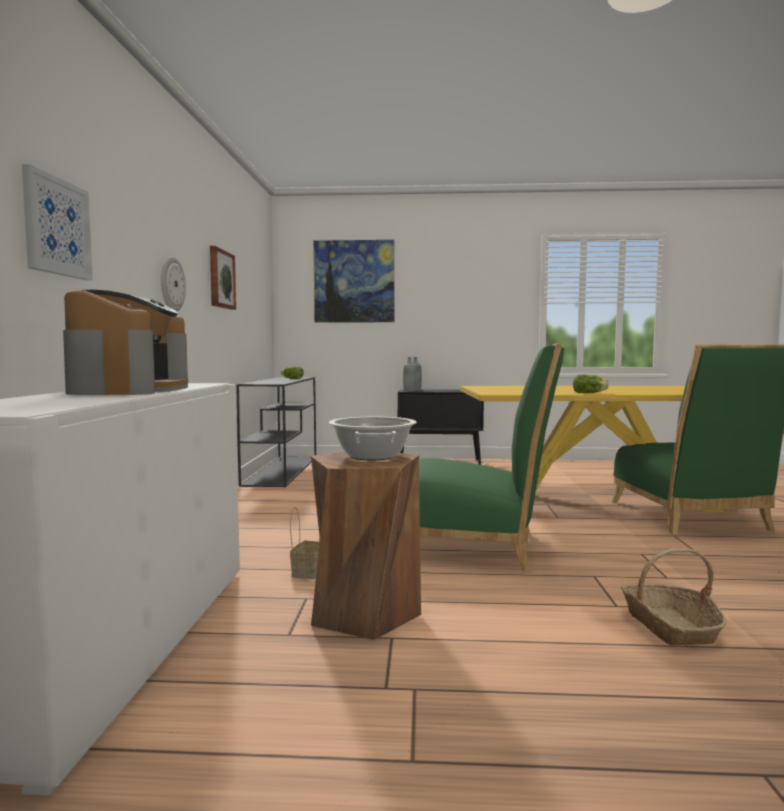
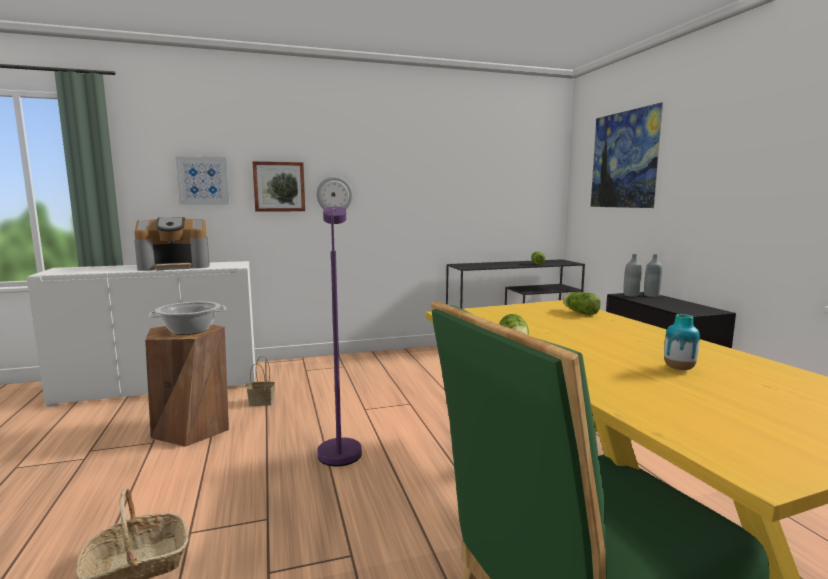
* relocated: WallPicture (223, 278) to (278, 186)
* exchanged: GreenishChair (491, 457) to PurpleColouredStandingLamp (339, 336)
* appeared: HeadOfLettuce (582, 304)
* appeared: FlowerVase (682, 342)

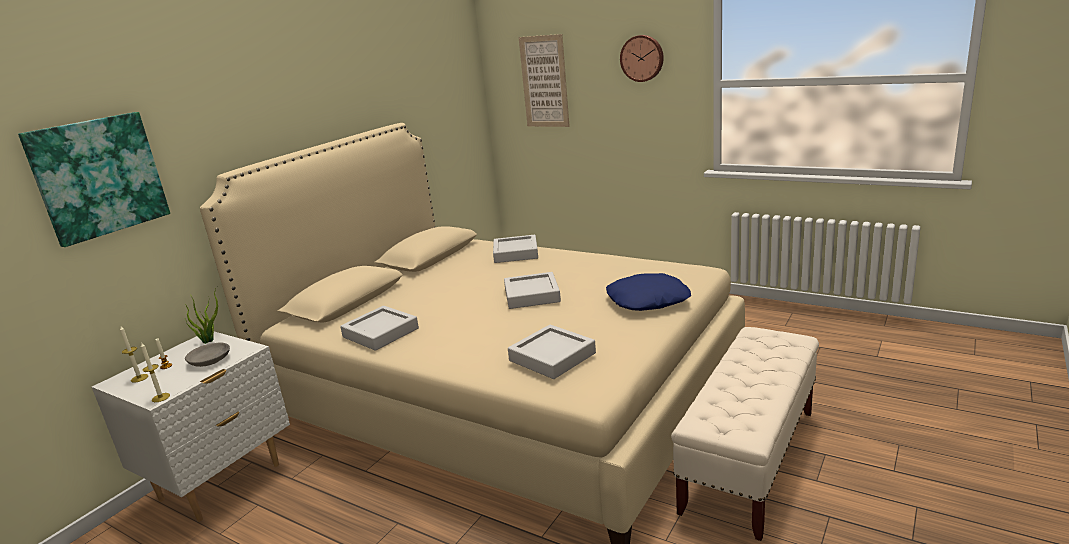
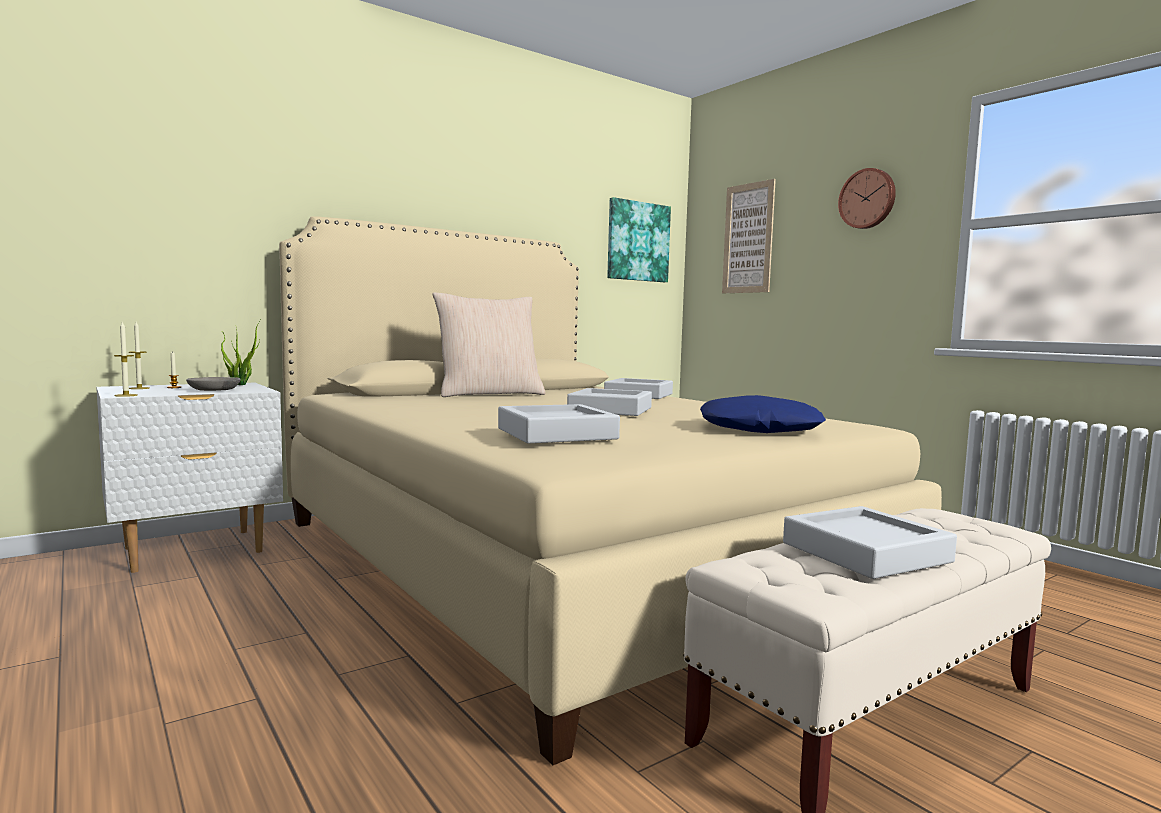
* appeared: BeigeColouredThrowPillow (488, 345)
* relocated: WallPicture (94, 179) to (639, 239)
* relocated: GreyServingTray (379, 328) to (870, 542)

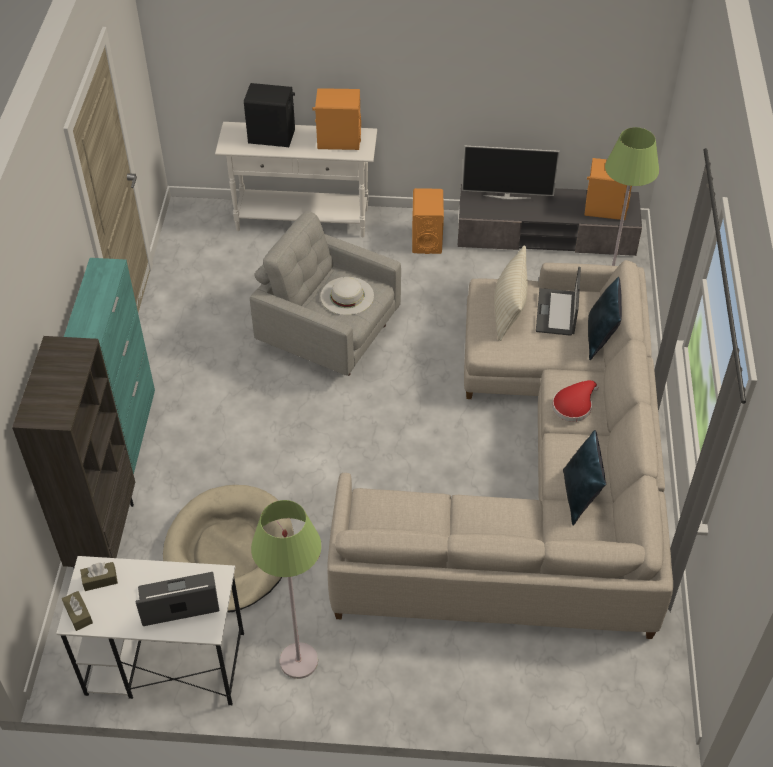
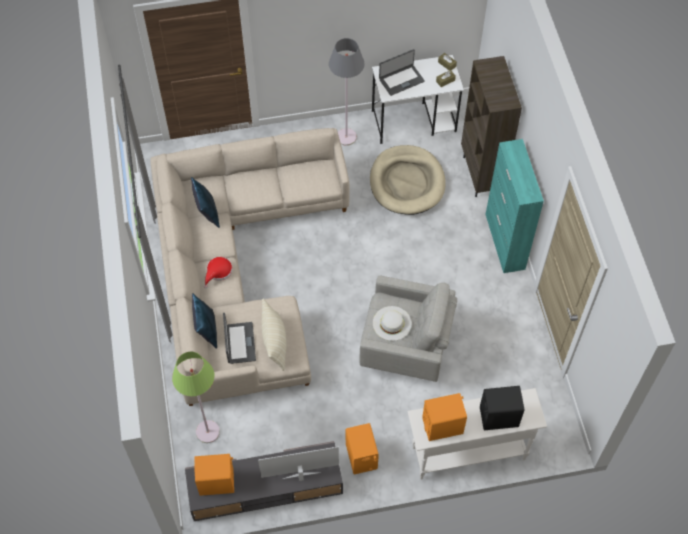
* colour: GreenishStandingLamp (286, 589) to GreyStandingLamp (347, 92)

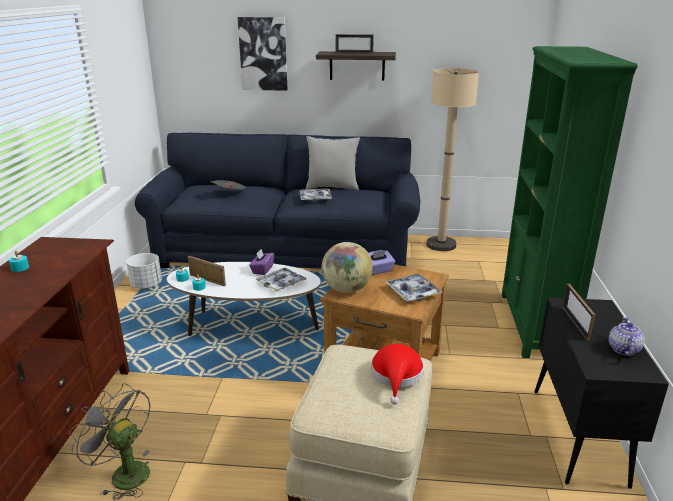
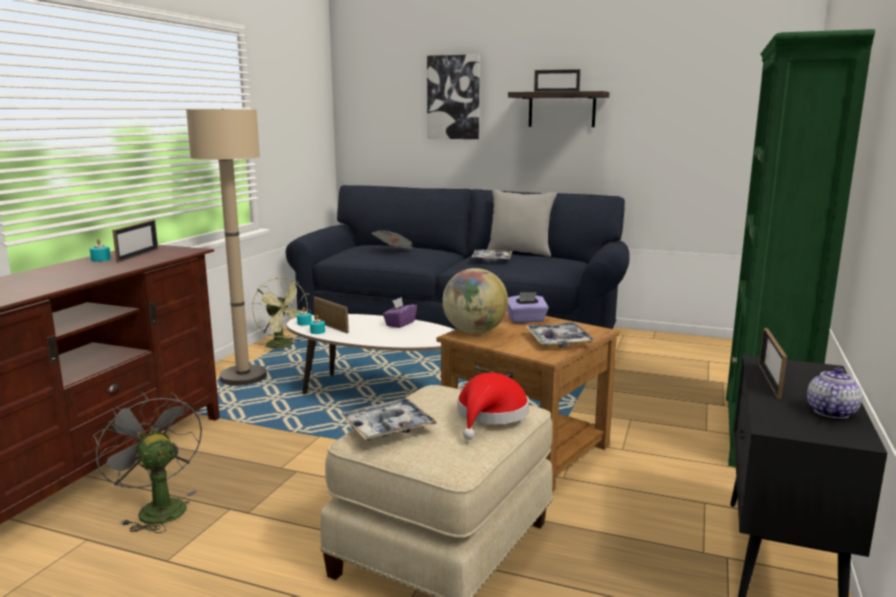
* appeared: PictureFrame (135, 241)
* relocated: BeigeColouredStandingLamp (452, 159) to (226, 247)
* exchanged: WhiteColouredFlowerPot (144, 271) to GreenishFan (282, 314)
* relocated: ServingTray (281, 279) to (389, 419)

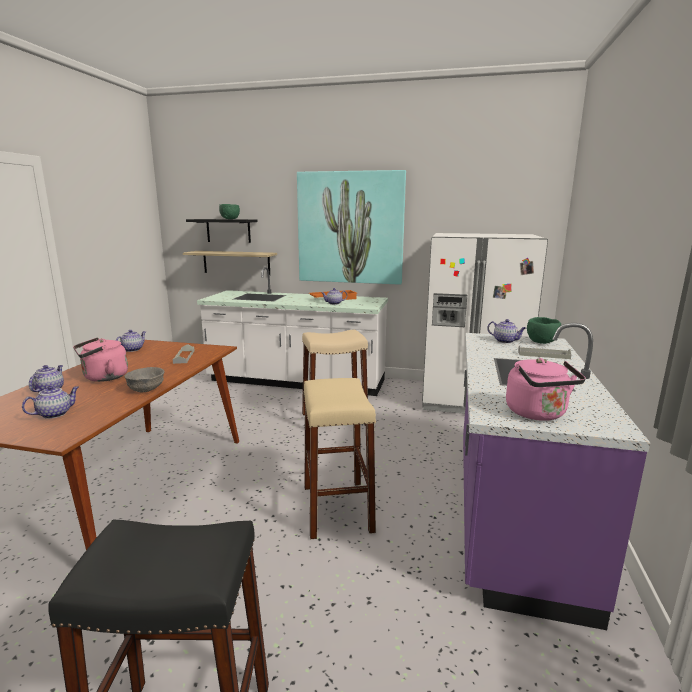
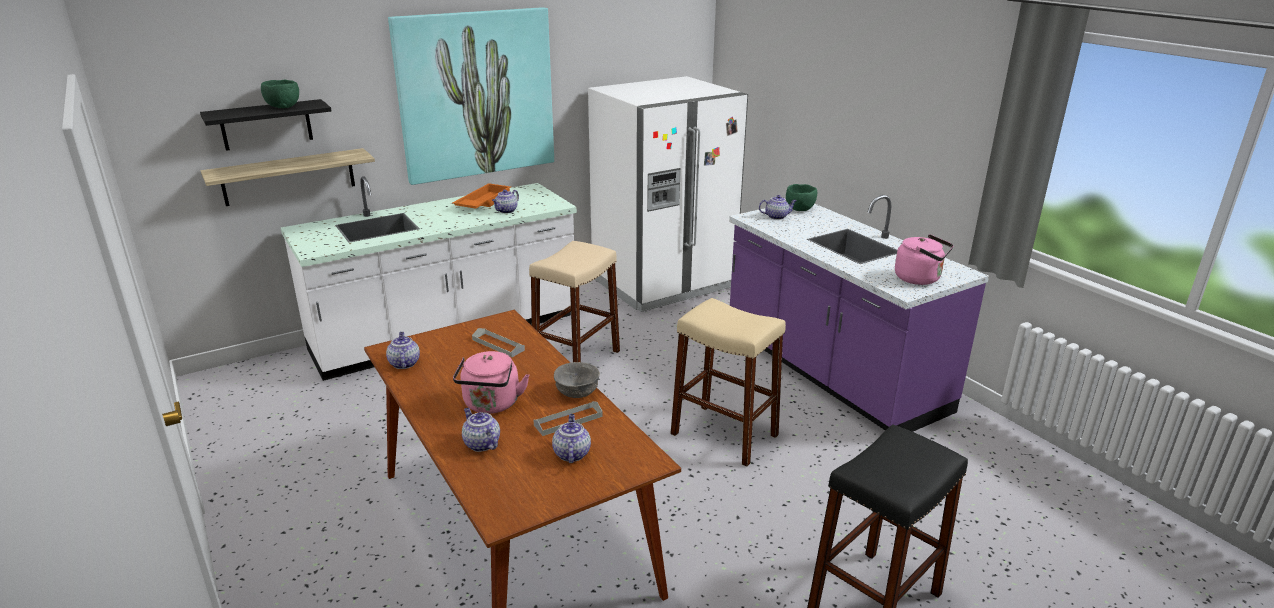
* relocated: GreyServingTray (545, 352) to (568, 418)

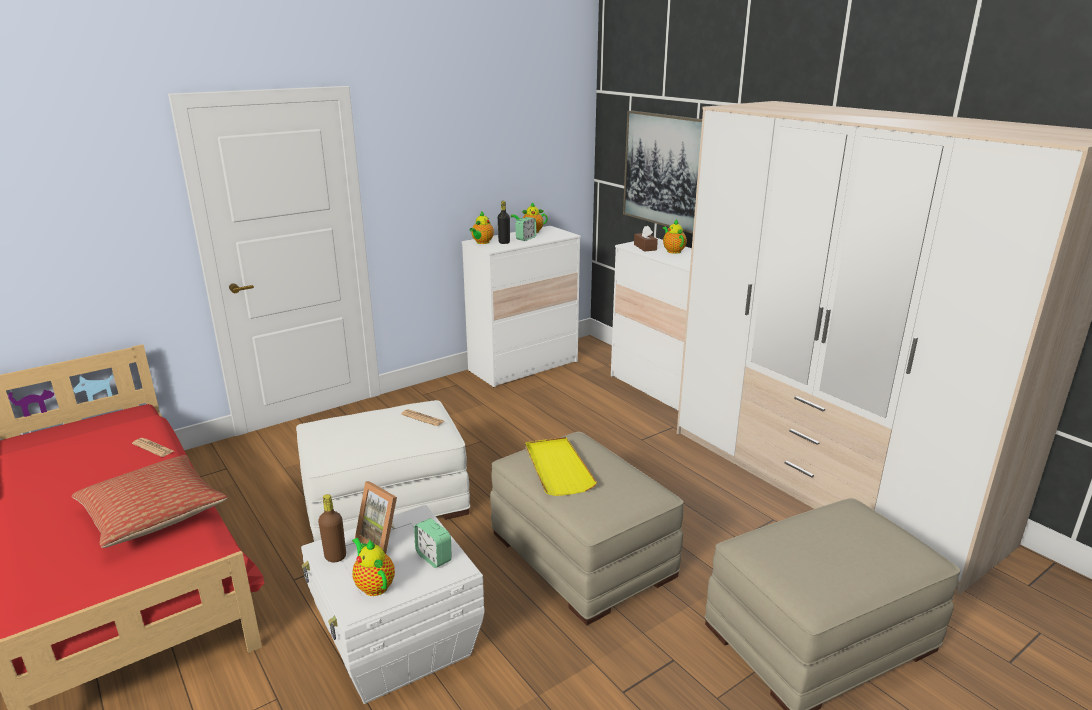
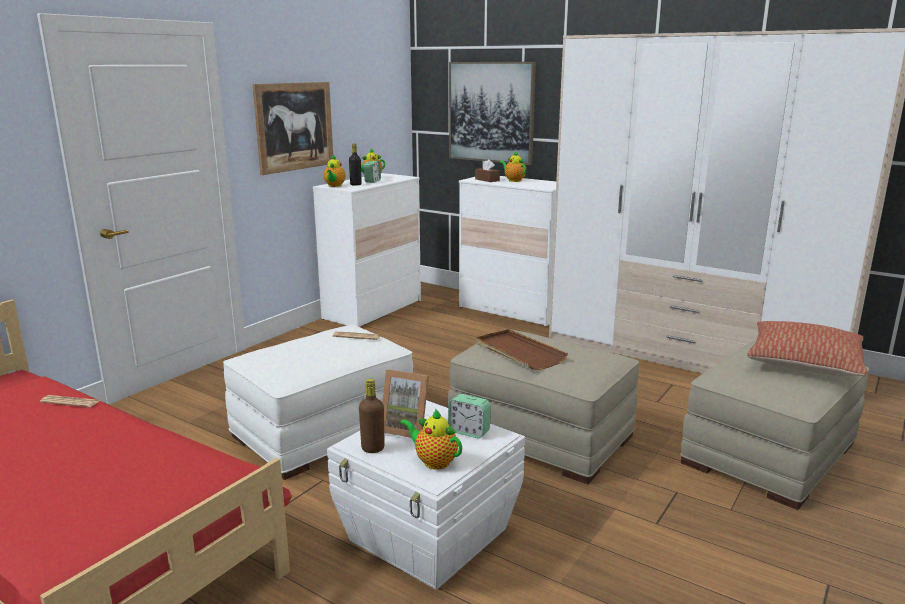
* appeared: WallPicture (292, 128)
* colour: YellowishServingTray (561, 466) to BrownColouredServingTray (522, 349)
* relocated: ThrowPillow (150, 501) to (807, 348)

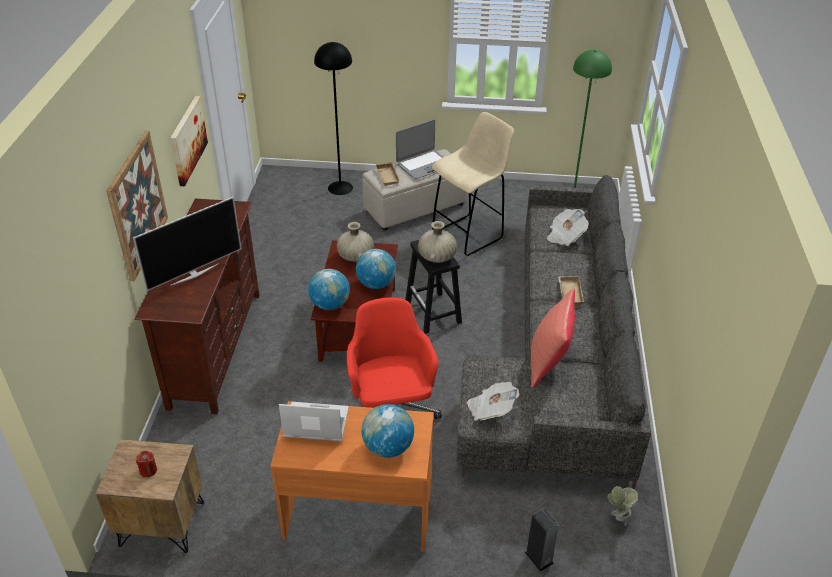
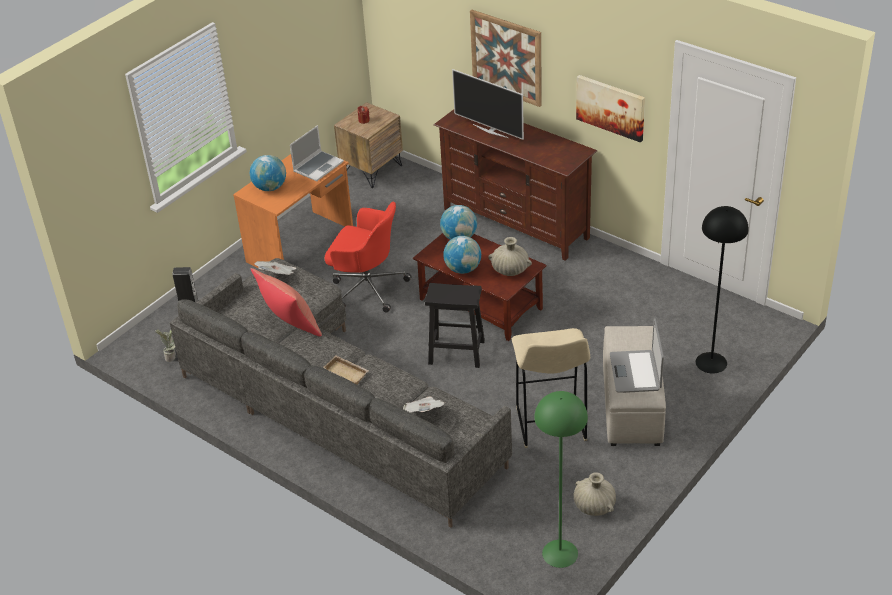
* spun: Tv (187, 244) = (488, 104) 45 degrees counterclockwise
* relocated: BeigeColouredFlowerVase (437, 242) to (595, 494)
* missing: BeigeColouredServingTray (388, 174)

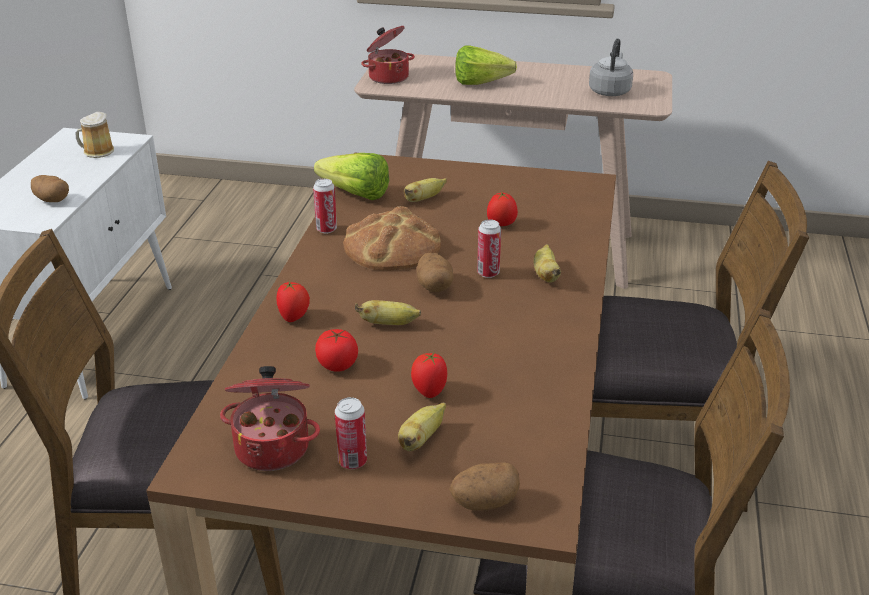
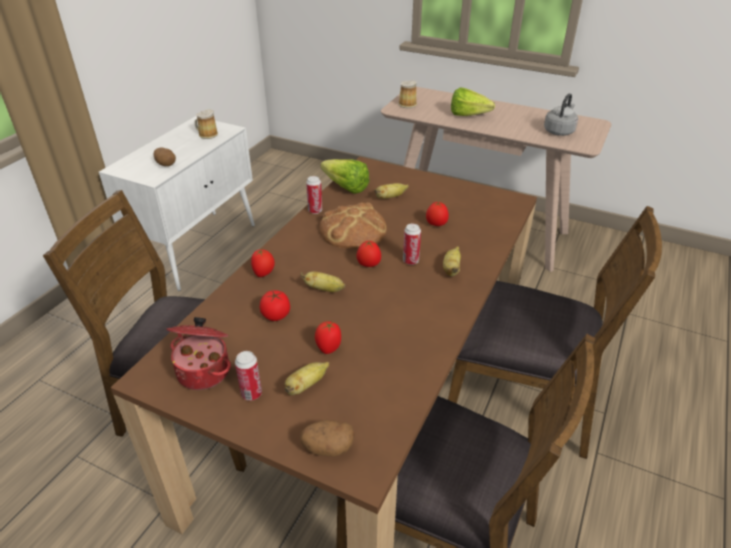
* exchanged: Potato (435, 272) to Tomato (369, 254)
* exchanged: CookingPot (388, 55) to CoffeeMug (407, 94)

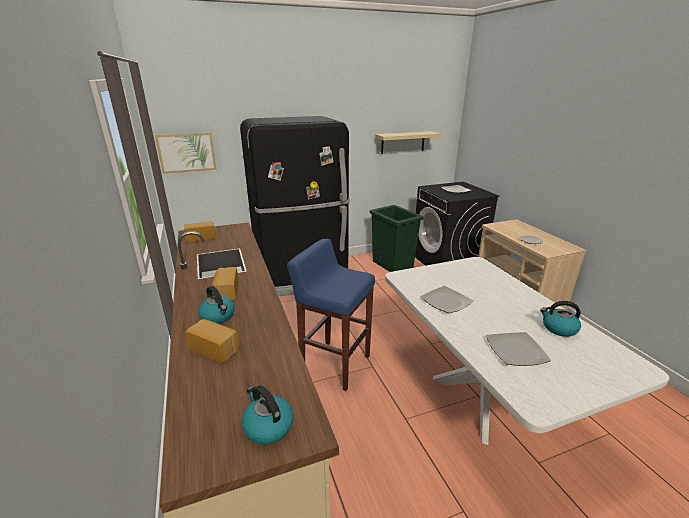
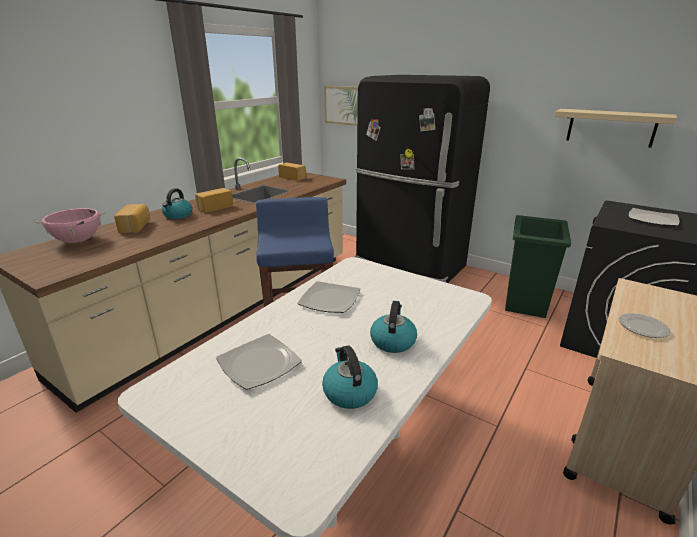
* appeared: PinkColouredCookingPot (70, 225)
* relocated: Kettle (267, 415) to (393, 327)

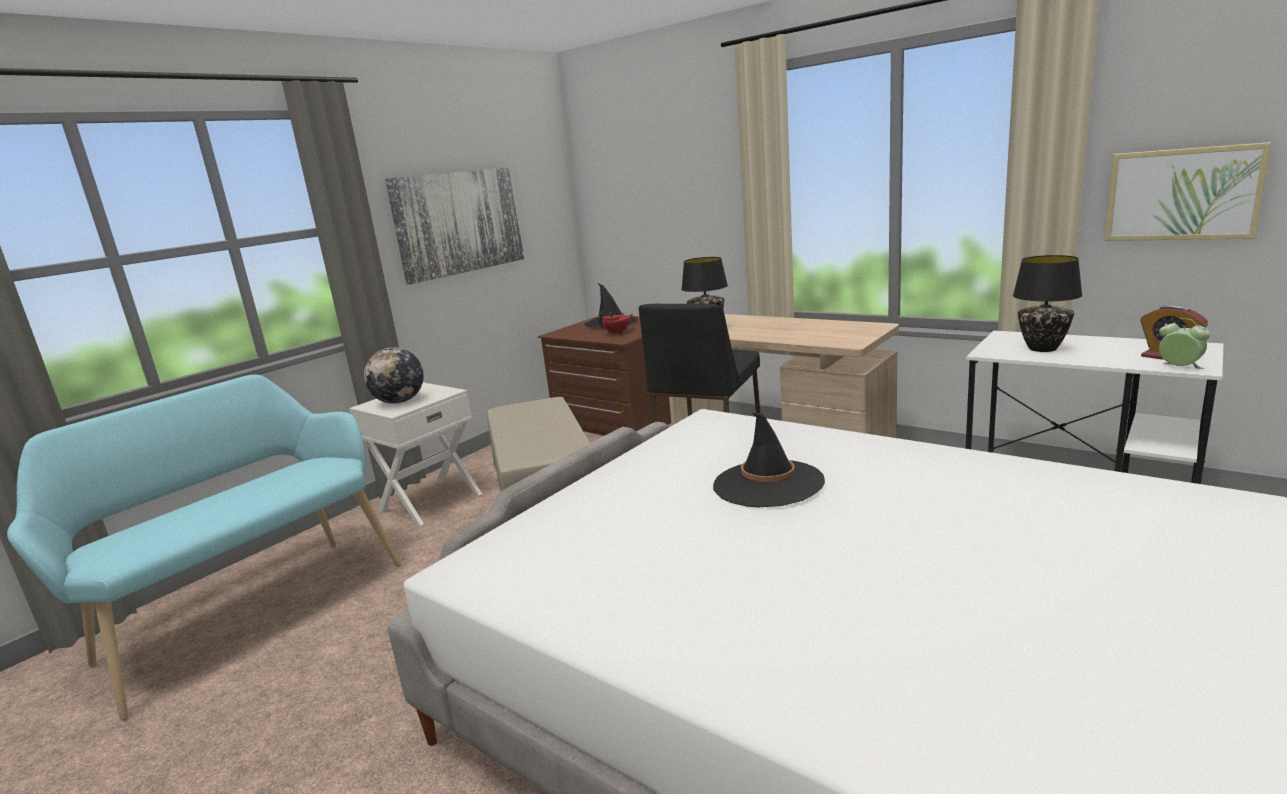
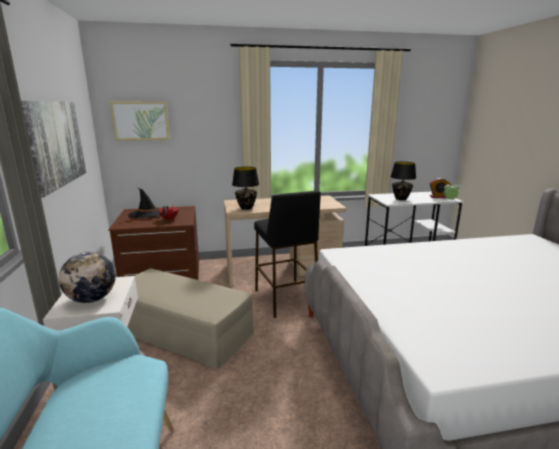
* relocated: WallPicture (1188, 191) to (140, 121)
* missing: BlackClothingHat (769, 460)

